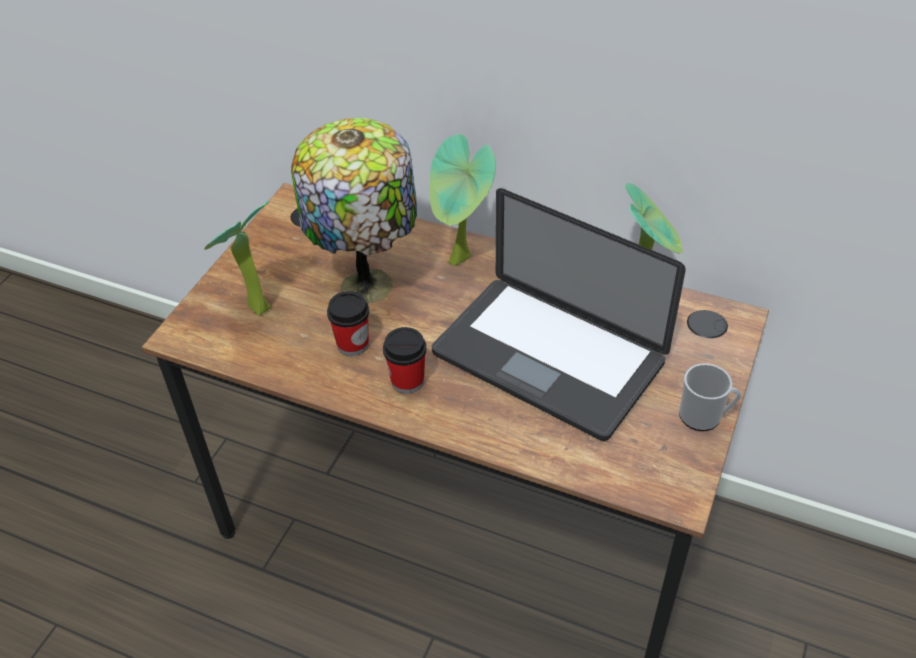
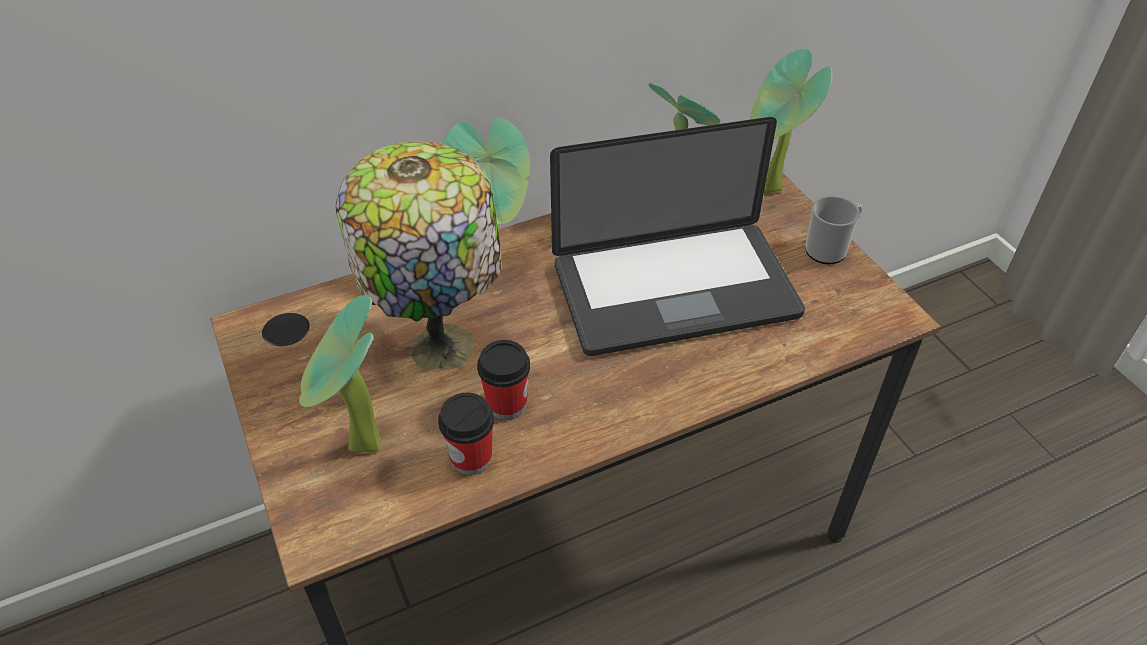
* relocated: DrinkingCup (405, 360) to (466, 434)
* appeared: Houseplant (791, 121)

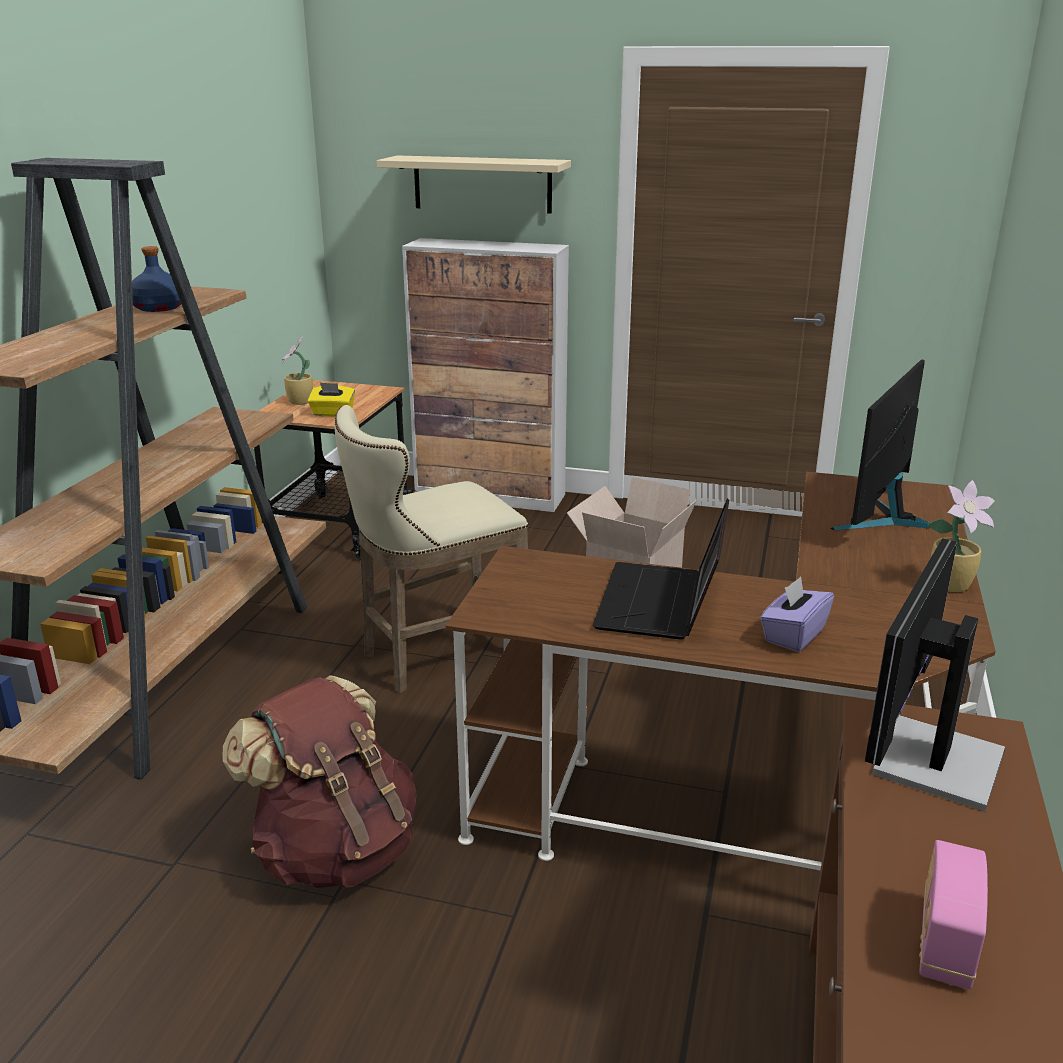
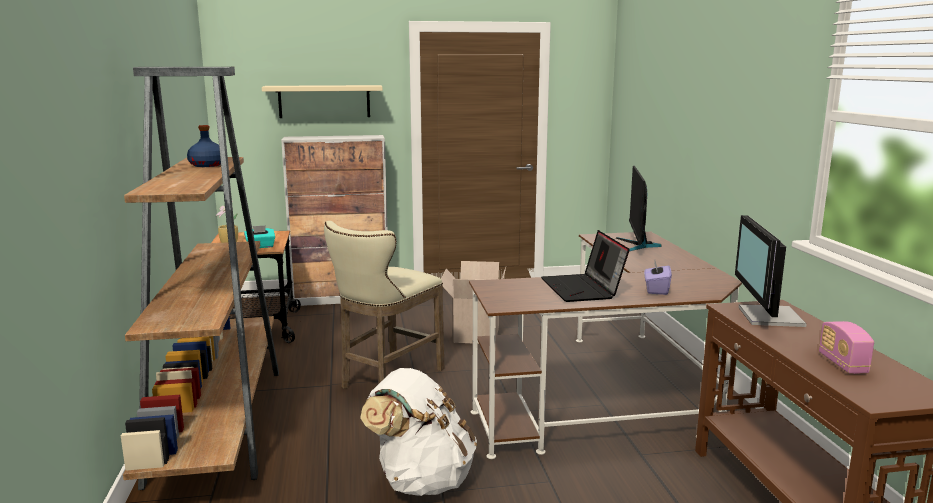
* colour: YellowishTissueHolder (331, 399) to BlueGreenTissueHolder (259, 236)
* colour: BrownColouredRucksack (319, 781) to WhiteColouredRucksack (418, 432)
* missing: Houseplant (961, 536)

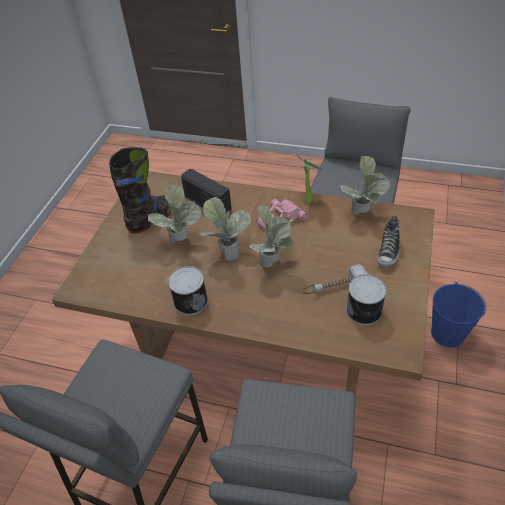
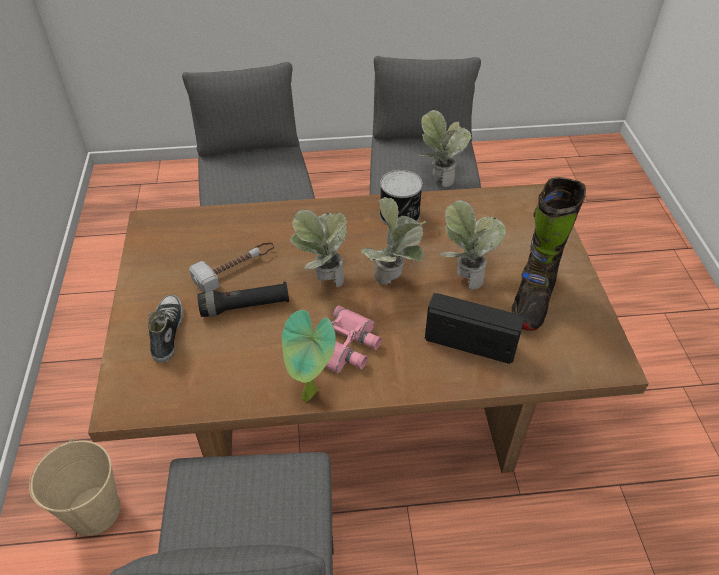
* colour: BlueBucket (458, 315) to BeigeColouredBucket (74, 487)
* appeared: BlackTorch (243, 299)
* relocated: Houseplant (365, 185) to (444, 148)
* missing: MetalCan (366, 299)

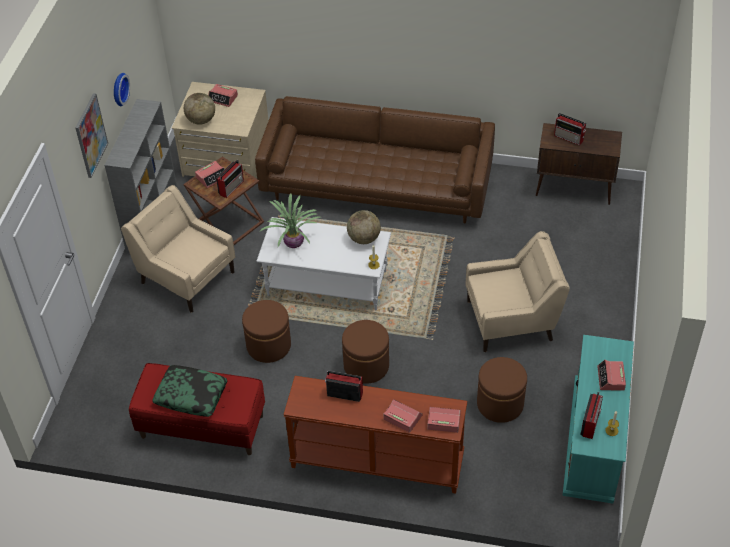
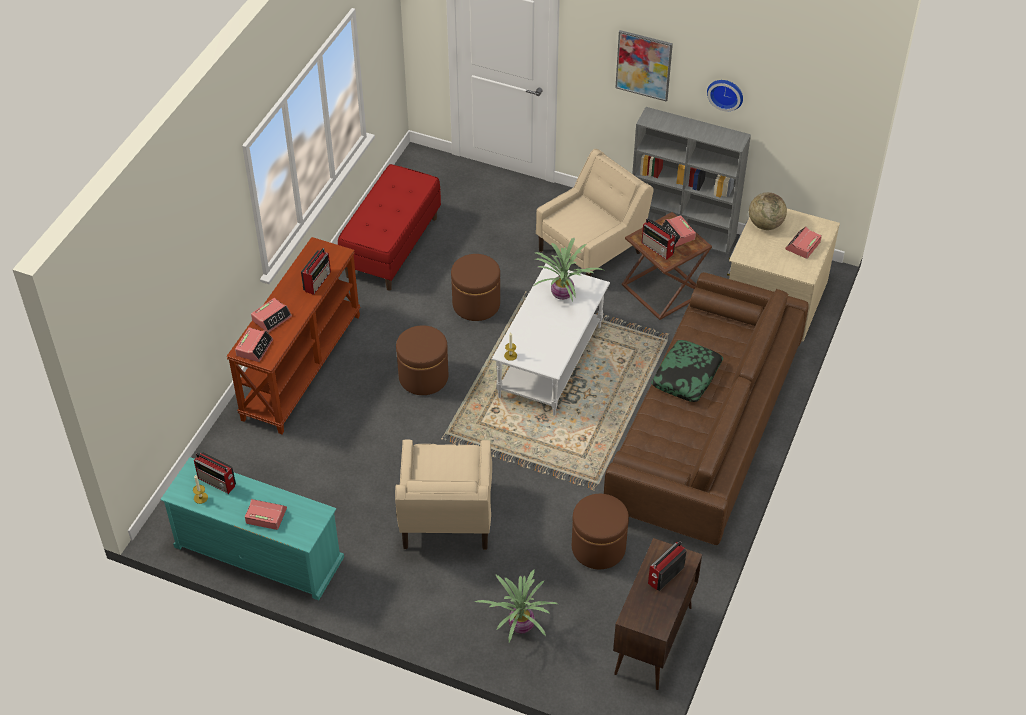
* appeared: Houseplant (516, 605)
* relocated: BrownColouredOttoman (502, 390) to (600, 531)
* relocated: ThrowPillow (189, 391) to (687, 371)
* missing: DeskGlobe (364, 227)

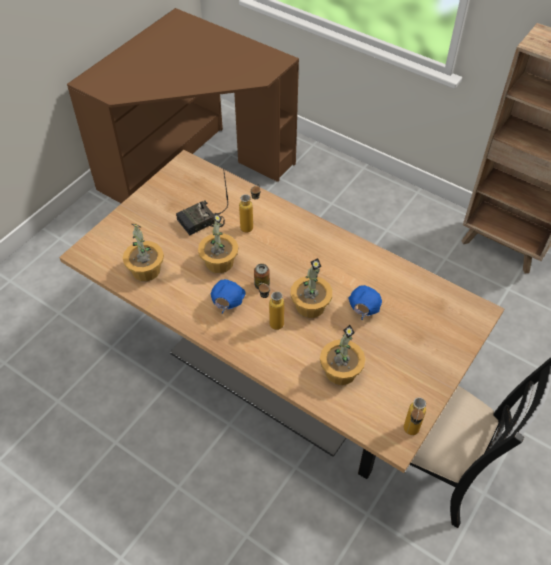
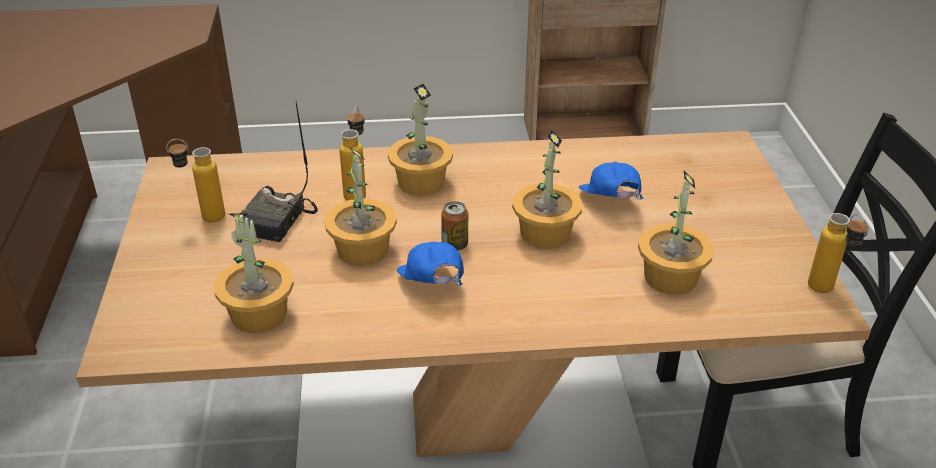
* relocated: Bottle (271, 306) to (195, 180)
* appeared: Houseplant (420, 139)

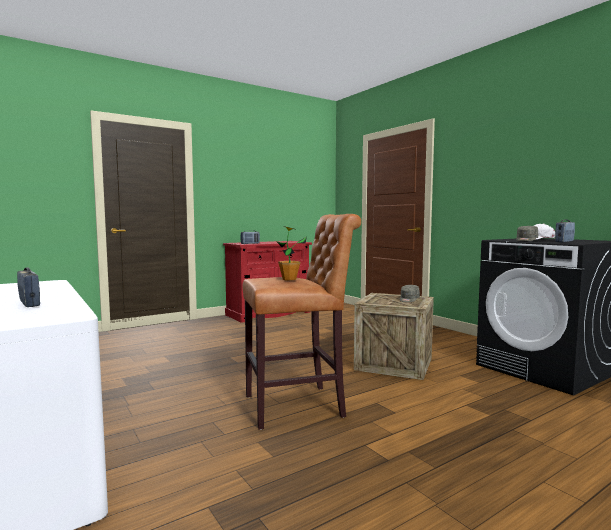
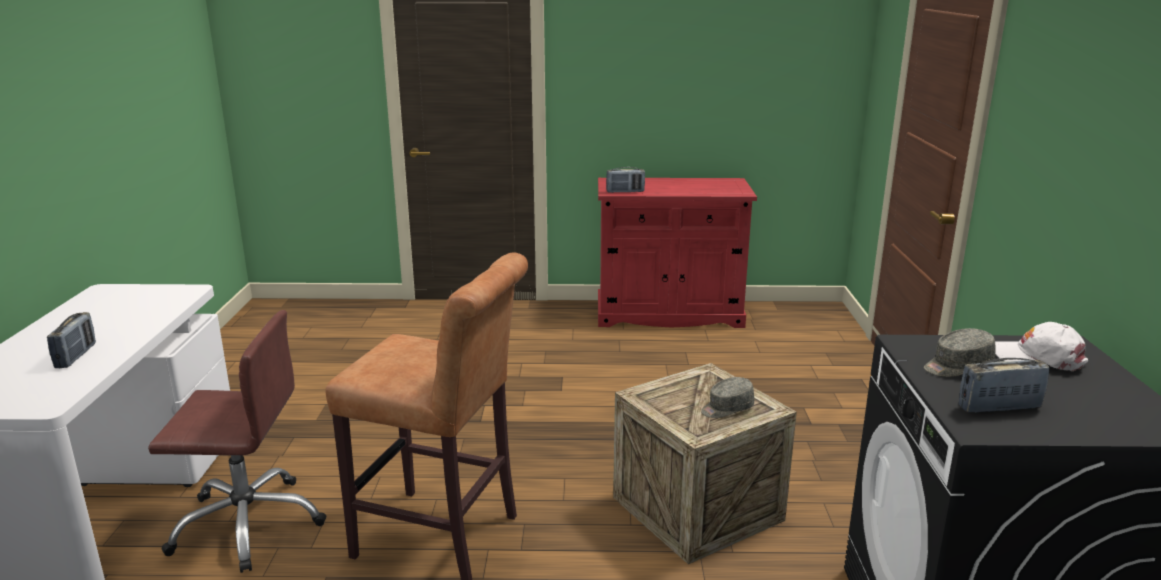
* appeared: BrownColouredComputerChair (237, 441)
* missing: Houseplant (291, 253)

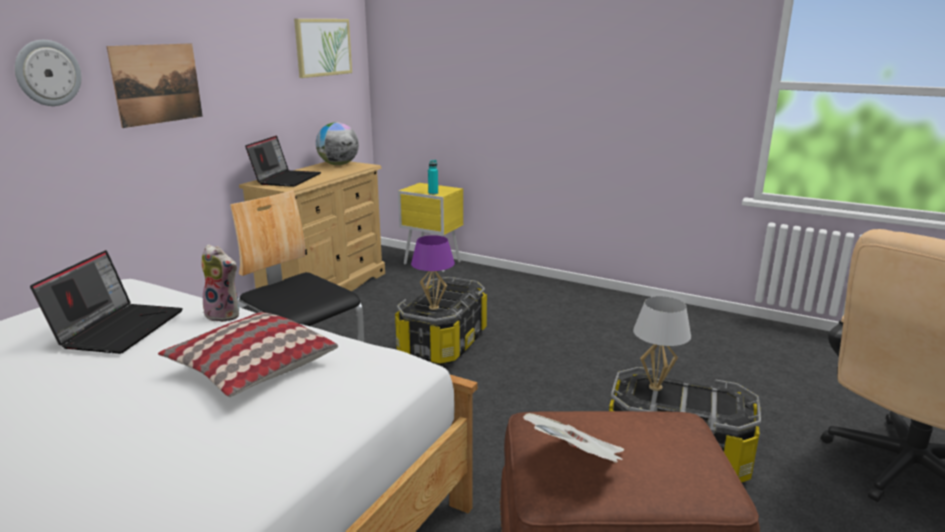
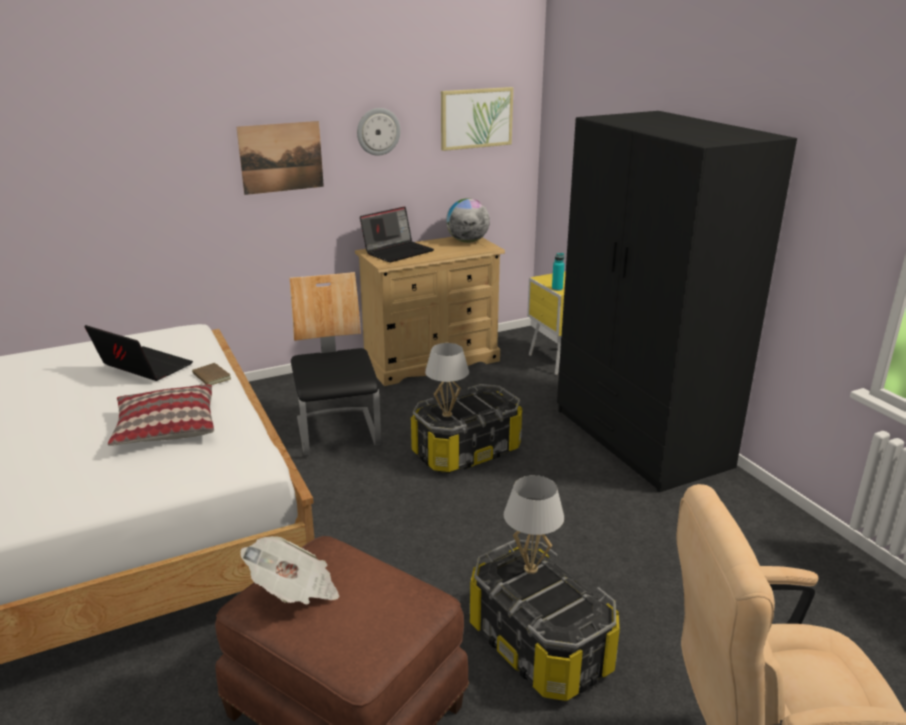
* spun: PortableComputer (106, 302) = (138, 353) 105 degrees counterclockwise
* exchanged: PlushToy (219, 283) to BrownColouredVolume (211, 374)
* relocated: HangingClock (48, 73) to (379, 132)
* colour: PurpleColouredLampForATable (433, 272) to WhiteColouredLampForATable (447, 380)
* appeared: BlackArmoire (677, 301)

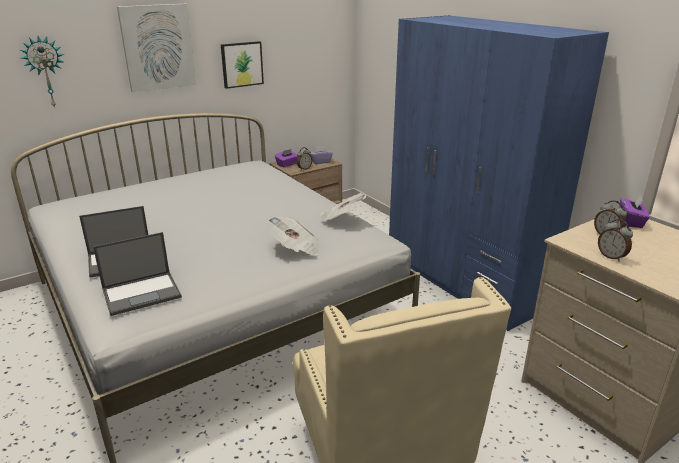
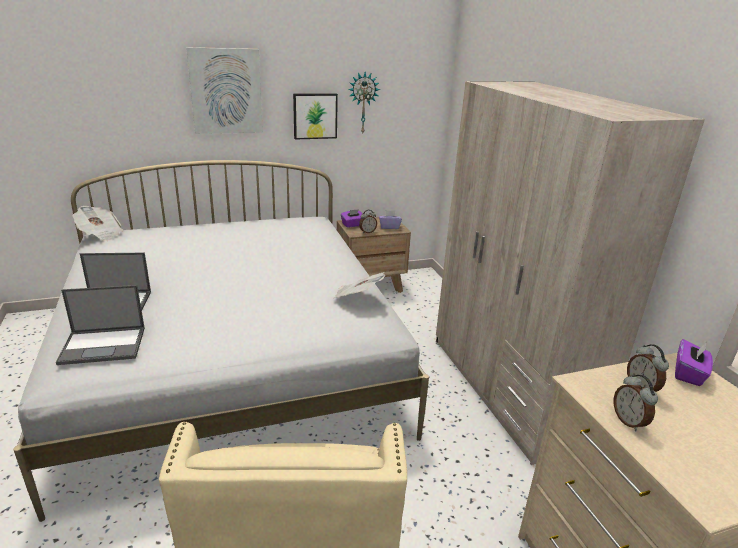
* relocated: DailyPaper (293, 236) to (97, 223)
* relocated: HangingClock (42, 72) to (364, 103)
* colour: BlueArmoire (499, 173) to BeigeColouredArmoire (570, 273)

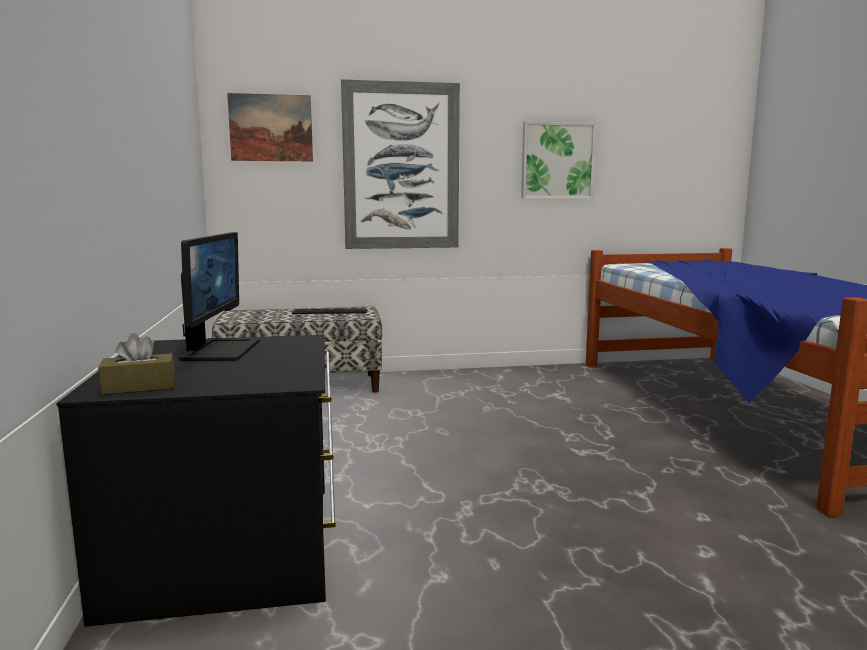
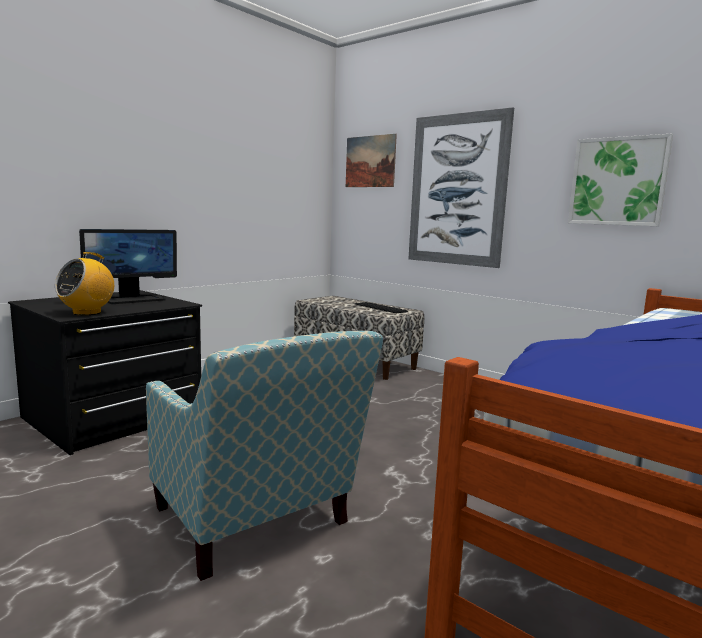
* appeared: RadioSet (84, 283)
* appeared: Armchair (264, 456)
* missing: BrownColouredTissueHolder (136, 364)

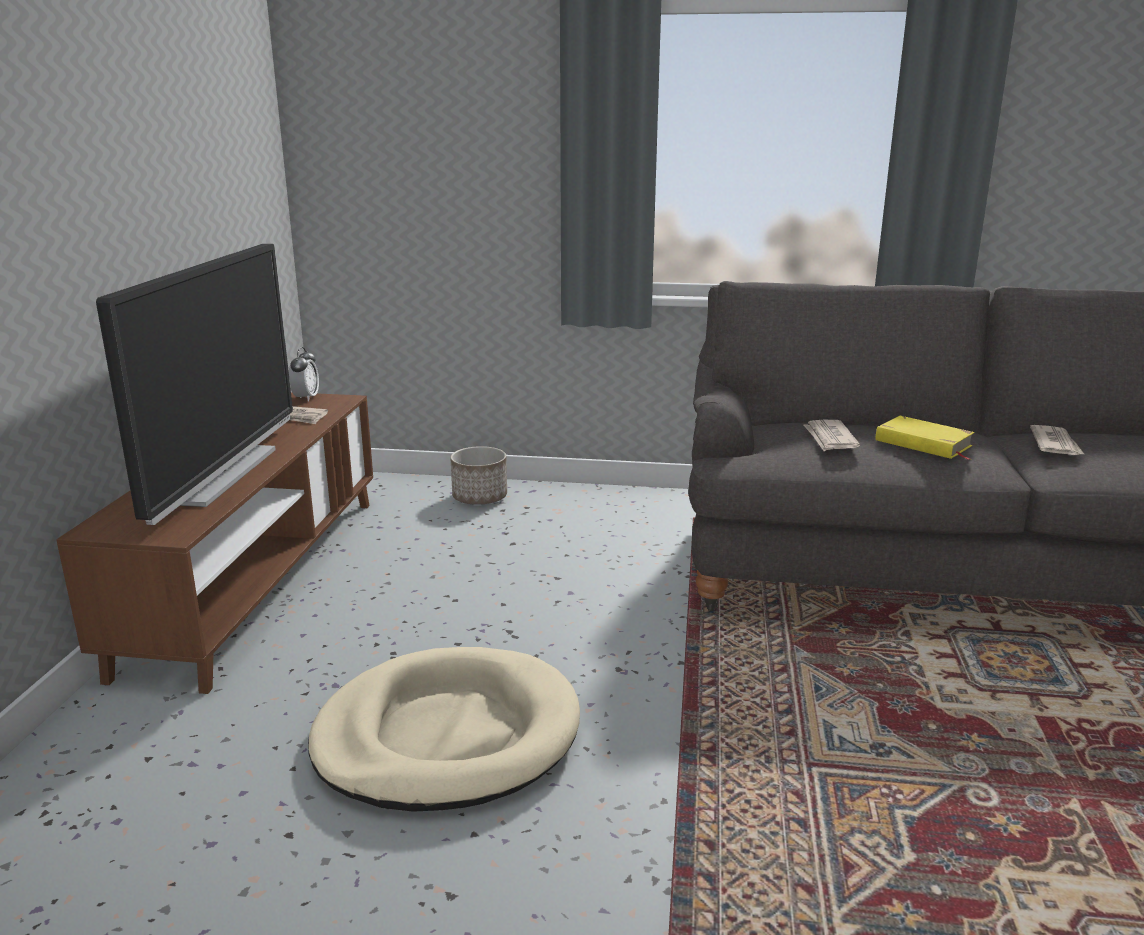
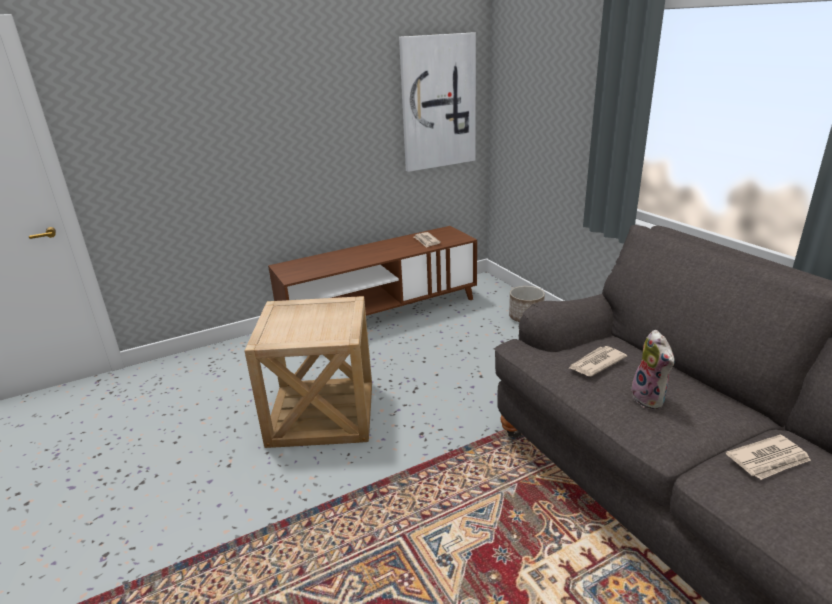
* exchanged: BeigeColouredPetBed (444, 729) to BeigeColouredEndTable (308, 372)
* appeared: WallPicture (437, 102)
* exchanged: YellowishVolume (925, 438) to PlushToy (653, 369)
* missing: Tv (194, 384)
* missing: TableClock (304, 374)

